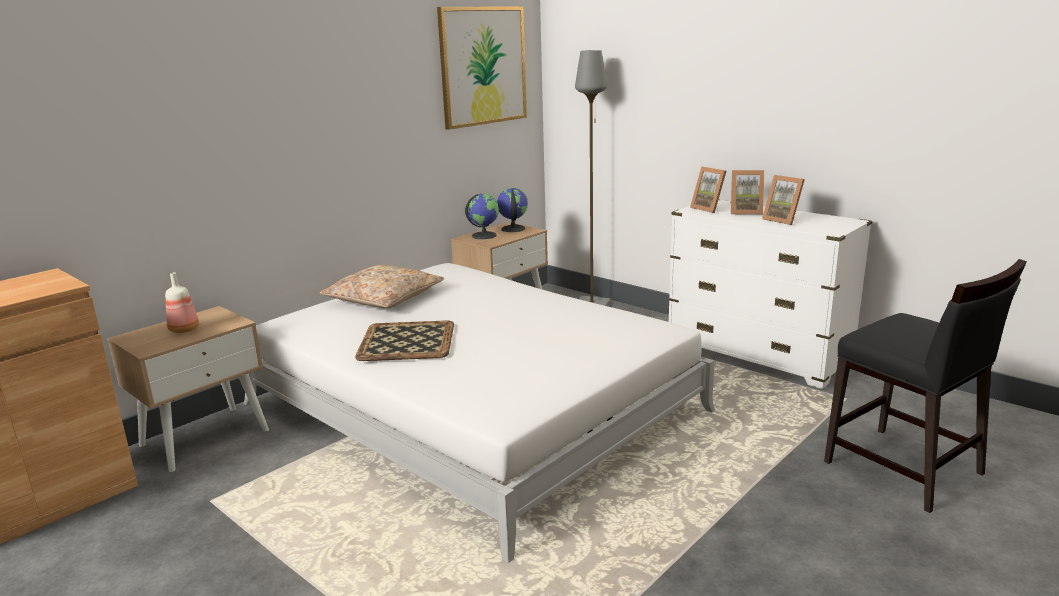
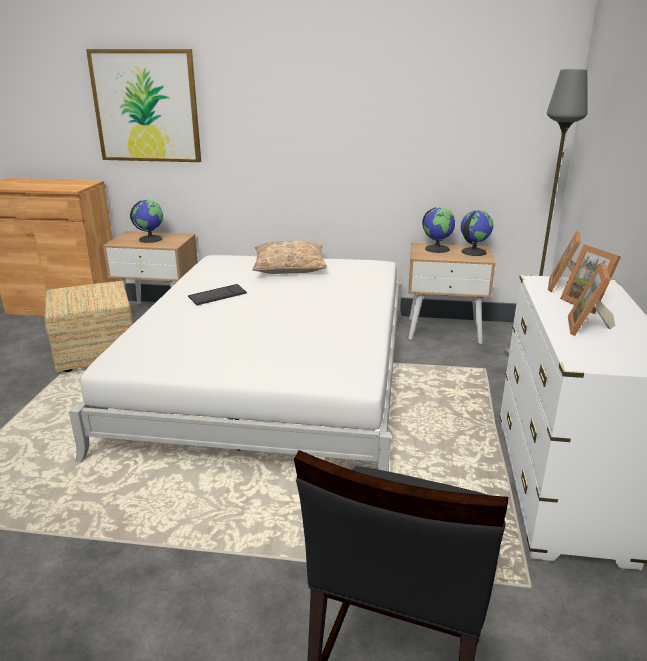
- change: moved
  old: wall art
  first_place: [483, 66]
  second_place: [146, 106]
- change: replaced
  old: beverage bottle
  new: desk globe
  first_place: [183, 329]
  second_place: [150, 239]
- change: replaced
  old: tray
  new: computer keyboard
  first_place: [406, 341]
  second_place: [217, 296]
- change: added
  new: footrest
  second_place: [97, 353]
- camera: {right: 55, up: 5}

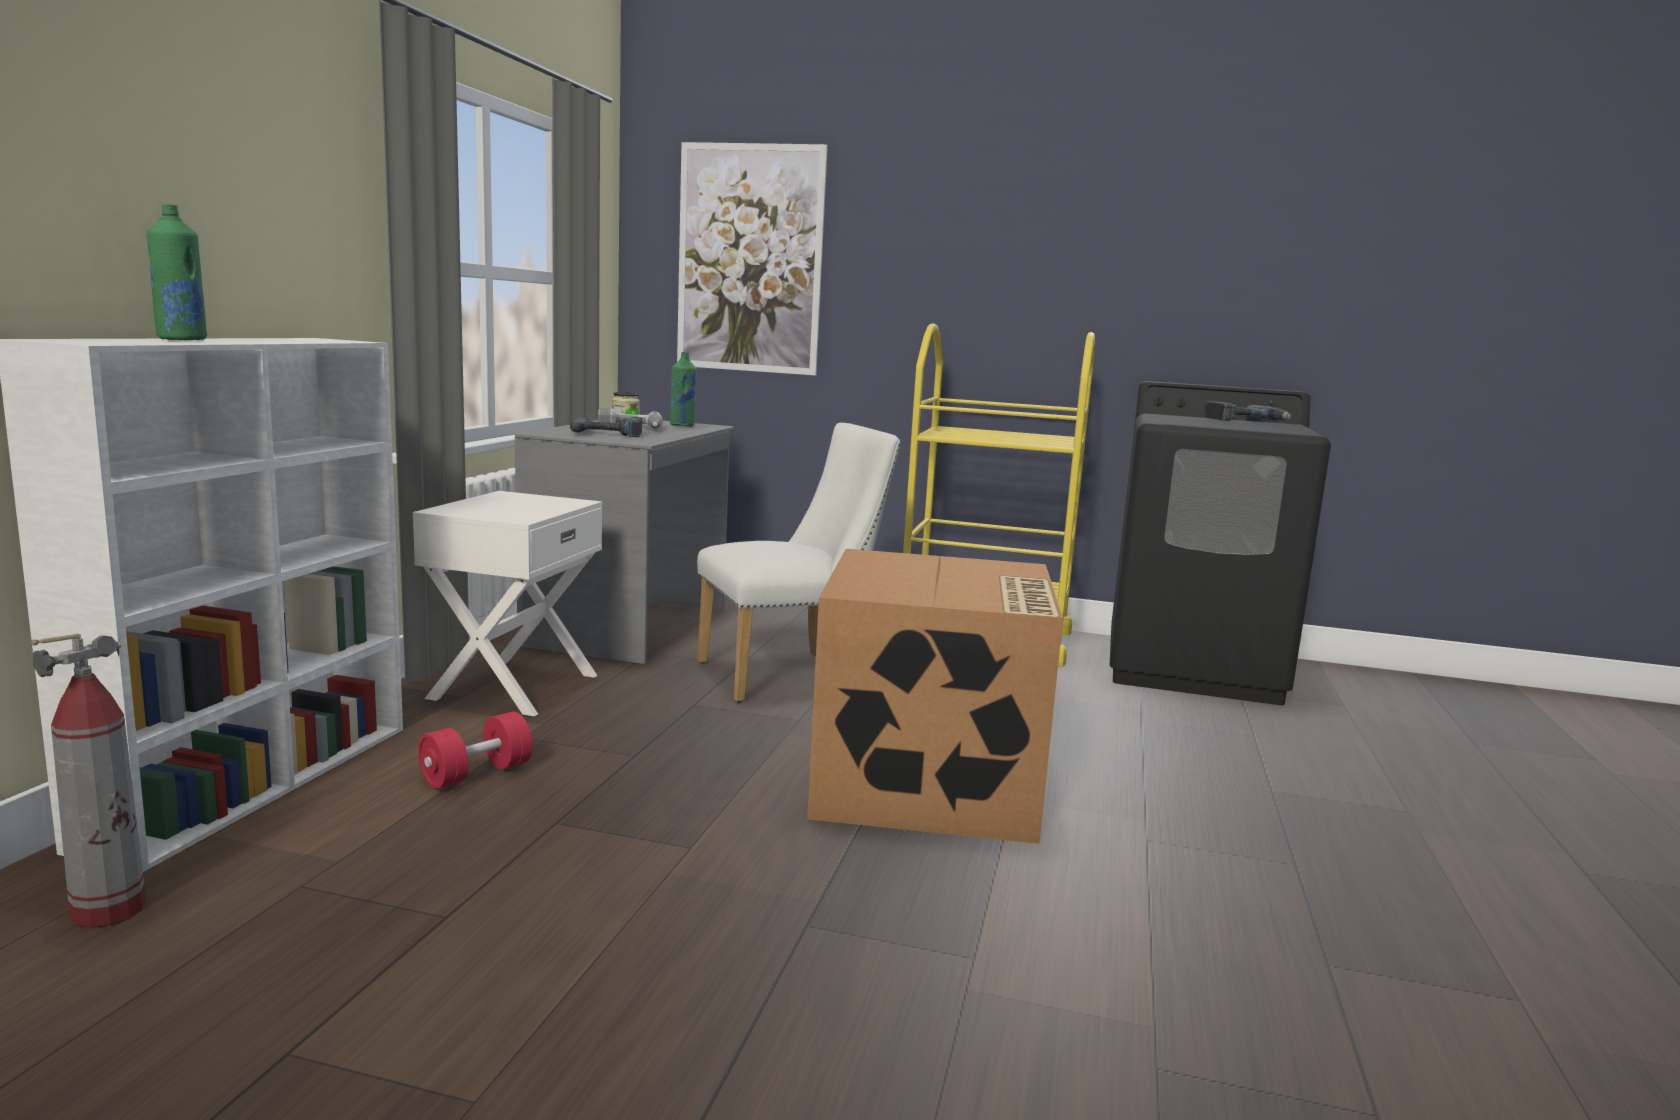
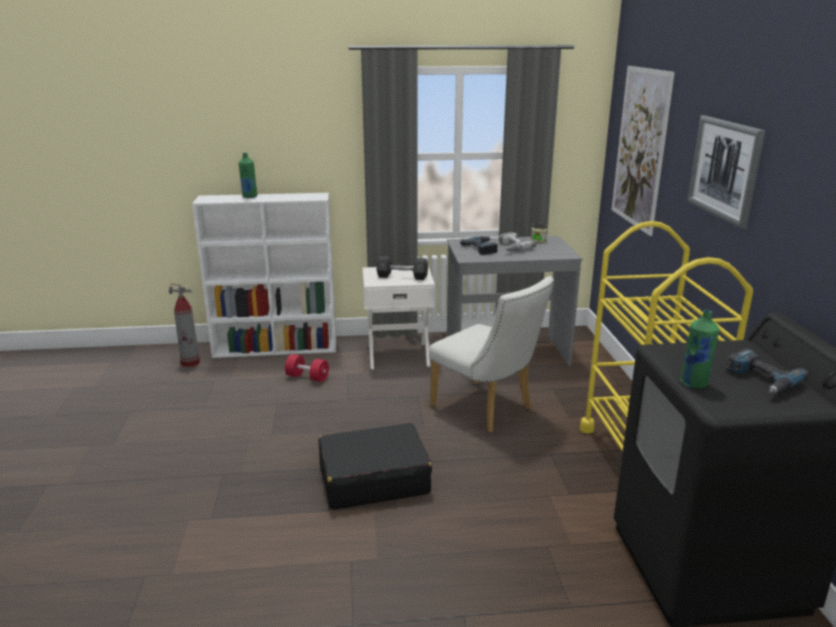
- change: moved
  old: beverage bottle/greenish
  first_place: [682, 426]
  second_place: [694, 383]
- change: replaced
  old: cardboard box
  new: suitcase/black
  first_place: [929, 784]
  second_place: [373, 479]
- change: added
  new: wall art
  second_place: [724, 169]
- change: added
  new: dumbbell/greyish
  second_place: [402, 276]
- camera: {right: 70, up: 10}

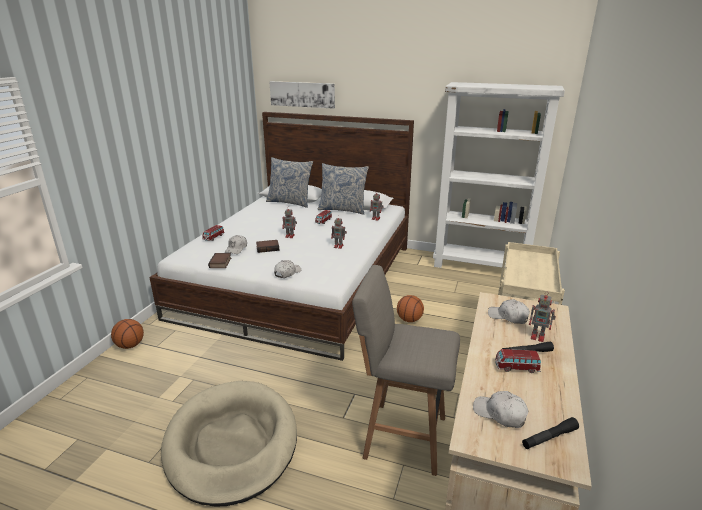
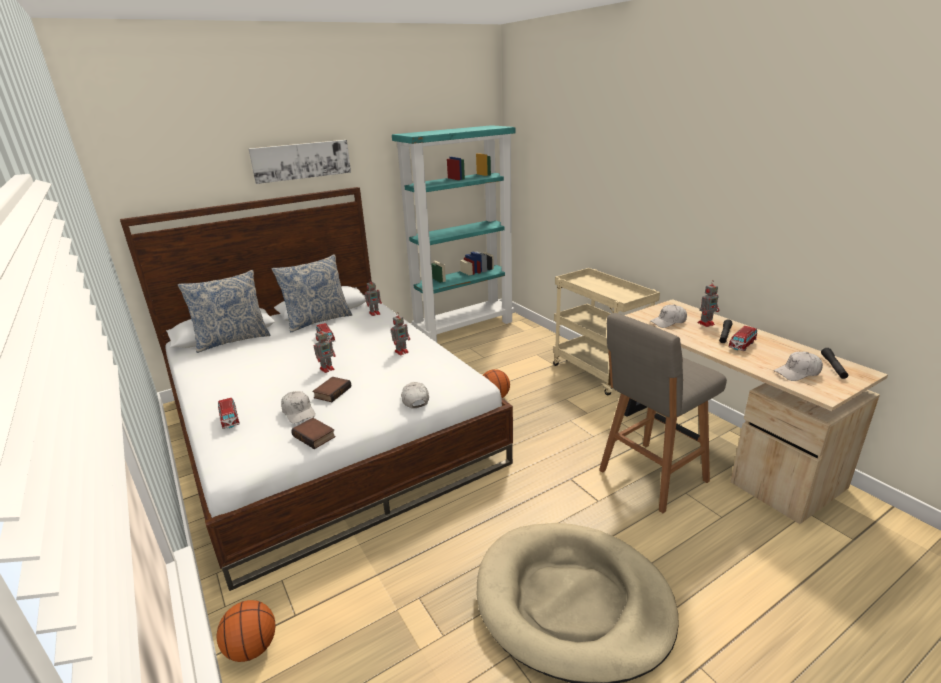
- change: moved
  old: wall art
  first_place: [302, 94]
  second_place: [301, 160]
- change: recoloured
  old: shelving unit/white-coloured
  new: shelving unit/turquoise-coloured
  first_place: [481, 266]
  second_place: [464, 328]
- camera: {right: -50, up: 0}

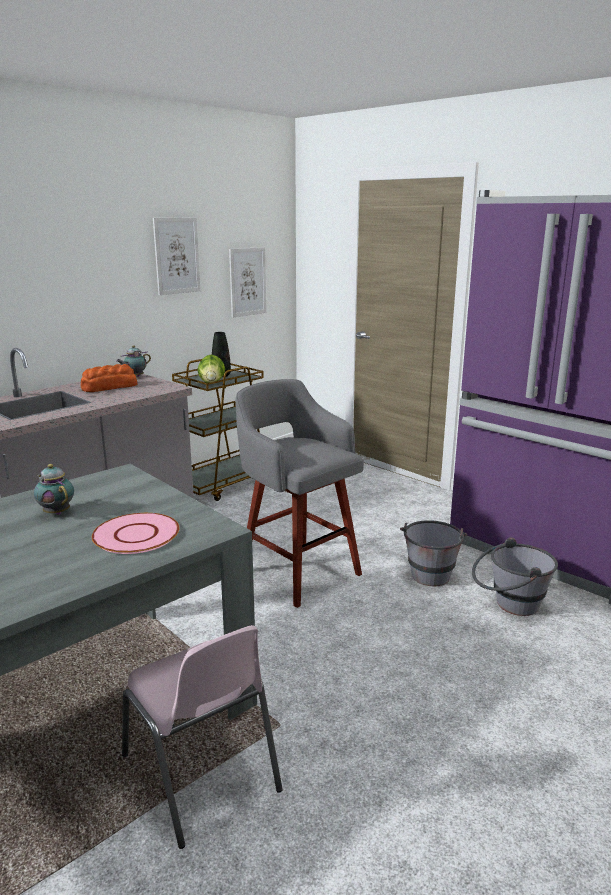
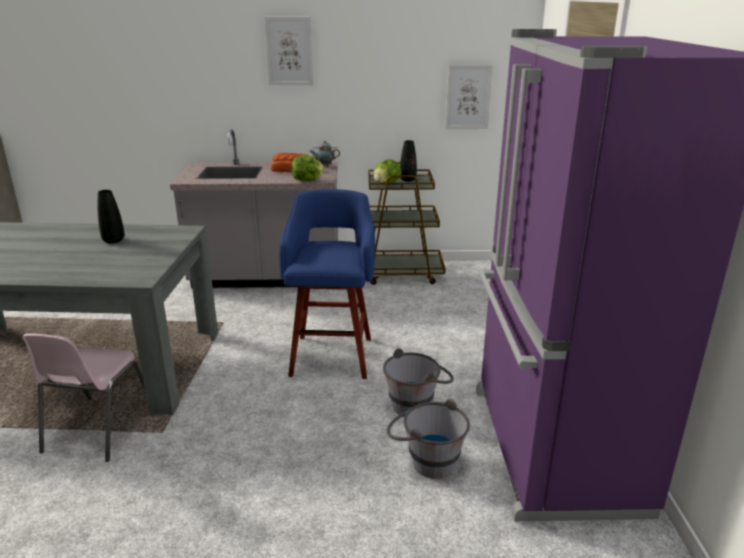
- change: moved
  old: wall art
  first_place: [176, 256]
  second_place: [289, 51]
- change: recoloured
  old: sitting stool/greyish
  new: sitting stool/bluish
  first_place: [297, 571]
  second_place: [332, 354]
- change: replaced
  old: teapot
  new: flower vase/black
  first_place: [56, 512]
  second_place: [113, 240]
- change: removed
  old: plate/pink-coloured
  first_place: [136, 535]
- change: added
  new: lettuce
  second_place: [307, 180]
- camera: {right: 45, up: 5}

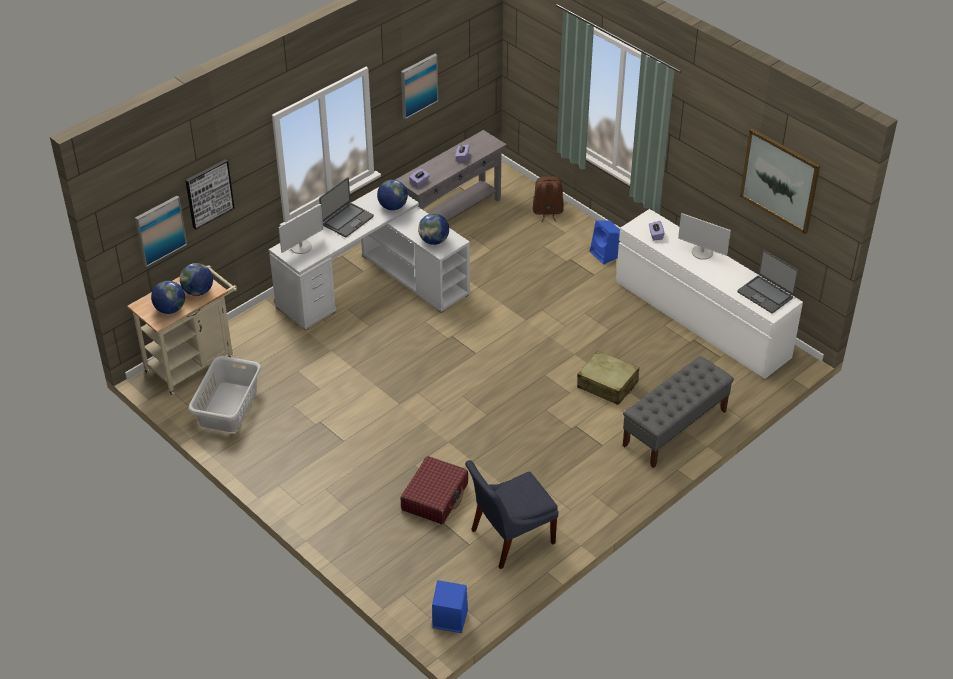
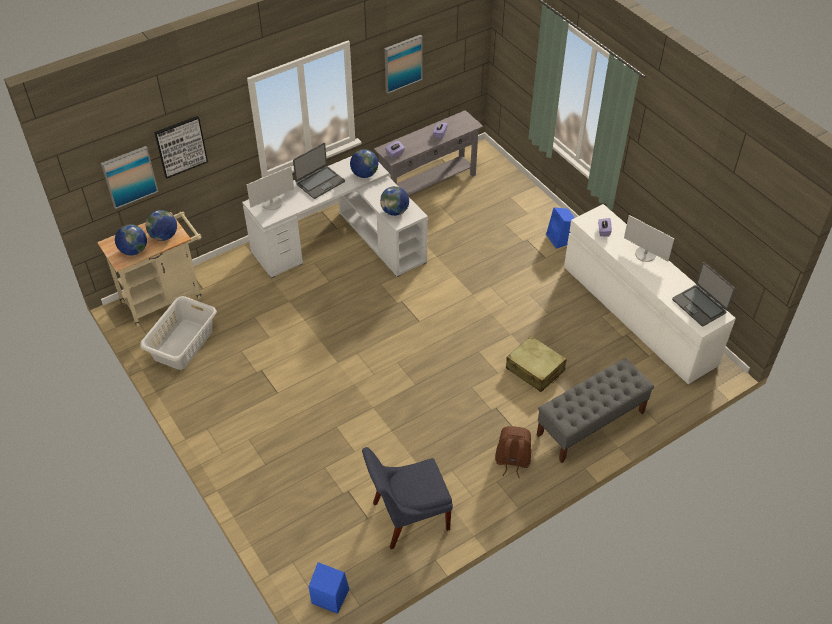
- change: removed
  old: wall art
  first_place: [780, 180]
- change: moved
  old: backpack/brown
  first_place: [547, 212]
  second_place: [512, 461]
- change: removed
  old: suitcase/red-coloured
  first_place: [435, 497]
- camera: {right: 10, up: 5}

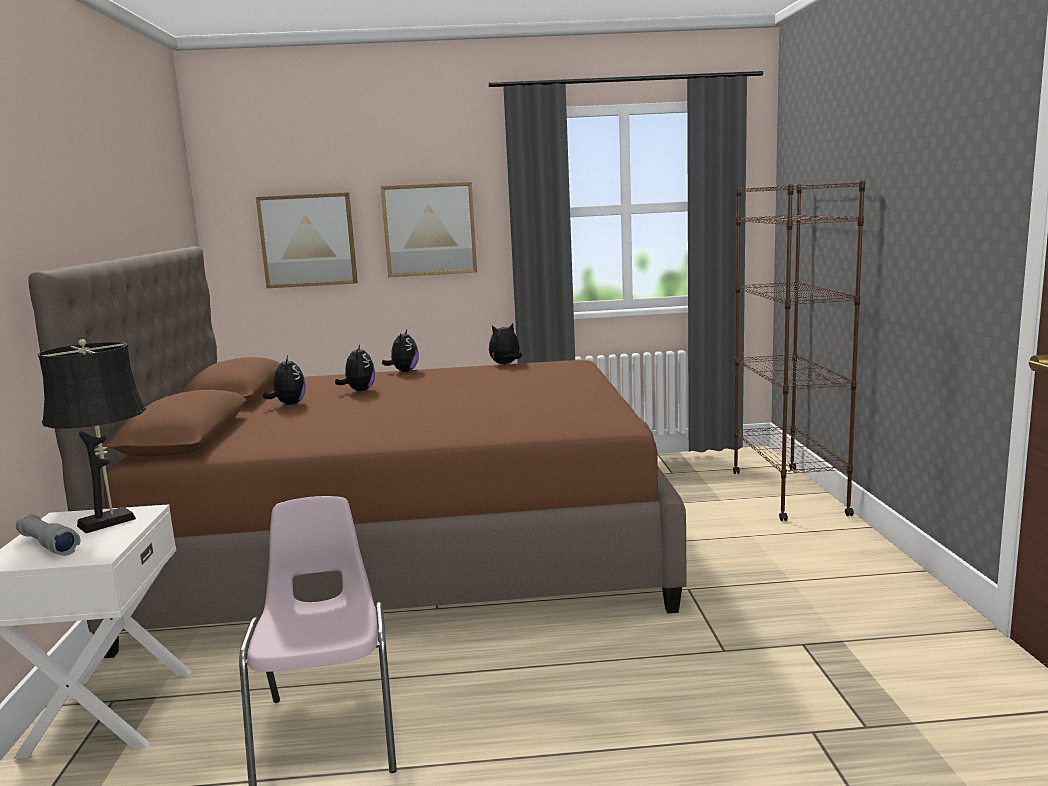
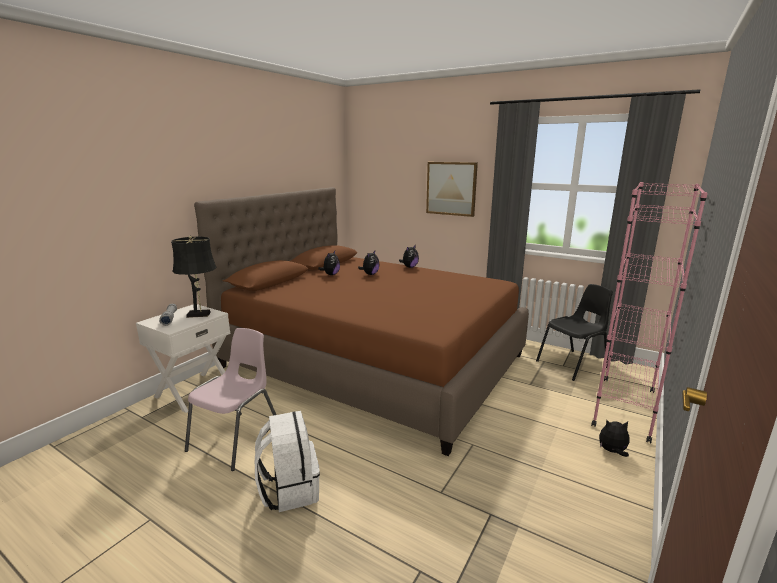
- change: recoloured
  old: shelving unit/brown
  new: shelving unit/pink-coloured
  first_place: [788, 492]
  second_place: [625, 407]
- change: removed
  old: wall art
  first_place: [308, 240]
- change: moved
  old: cuddly toy
  first_place: [506, 364]
  second_place: [612, 451]
- change: added
  new: chair/black
  second_place: [573, 364]
- change: added
  new: backpack/white-coloured
  second_place: [289, 489]
- camera: {right: 35, up: 5}

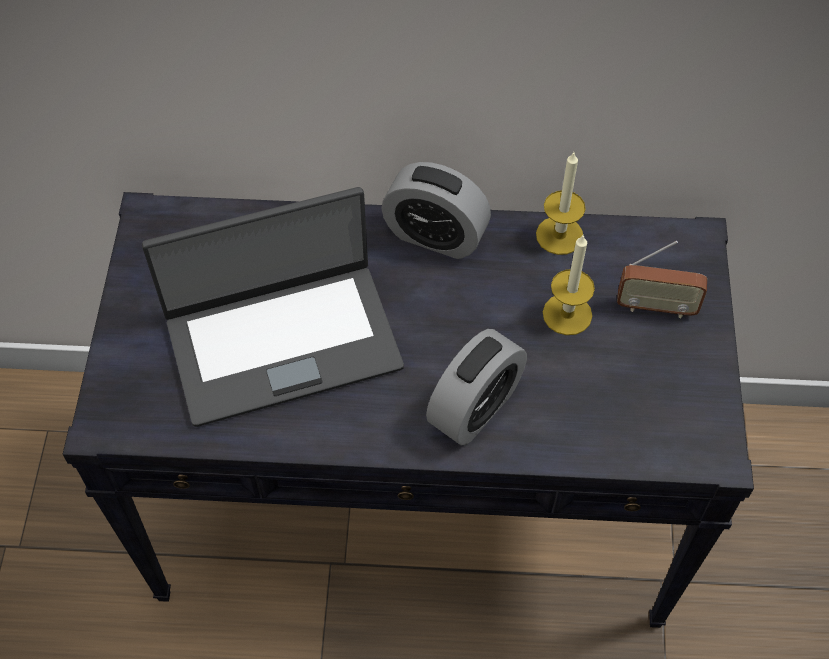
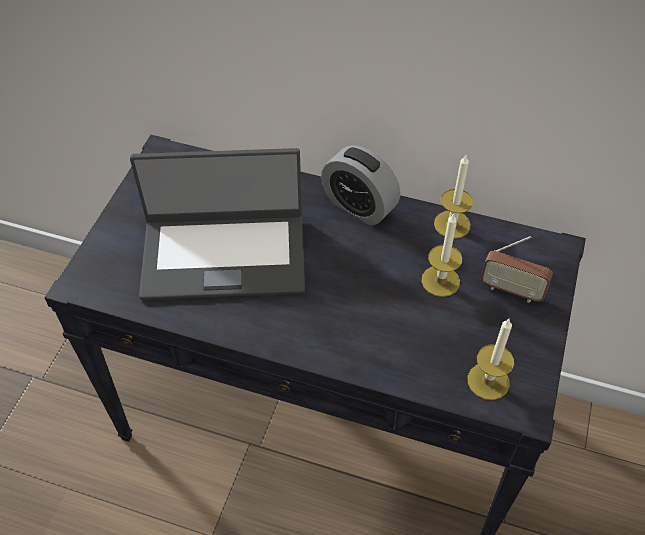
- change: removed
  old: table clock
  first_place: [475, 408]
- change: added
  new: candle
  second_place: [488, 381]
- camera: {right: 15, up: -5}

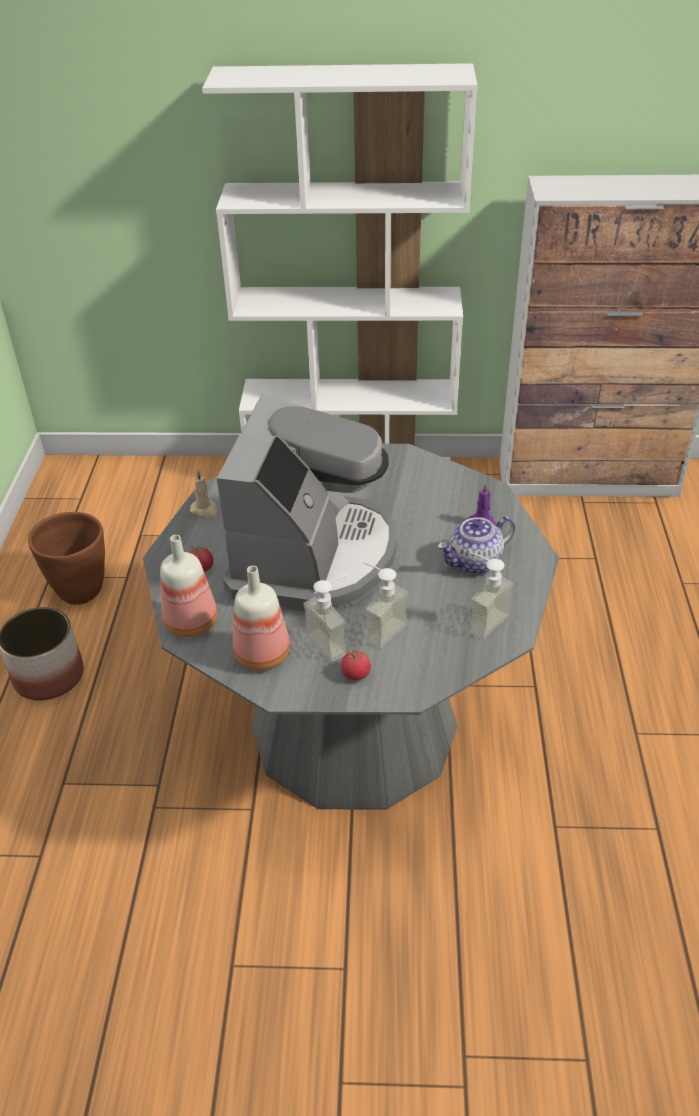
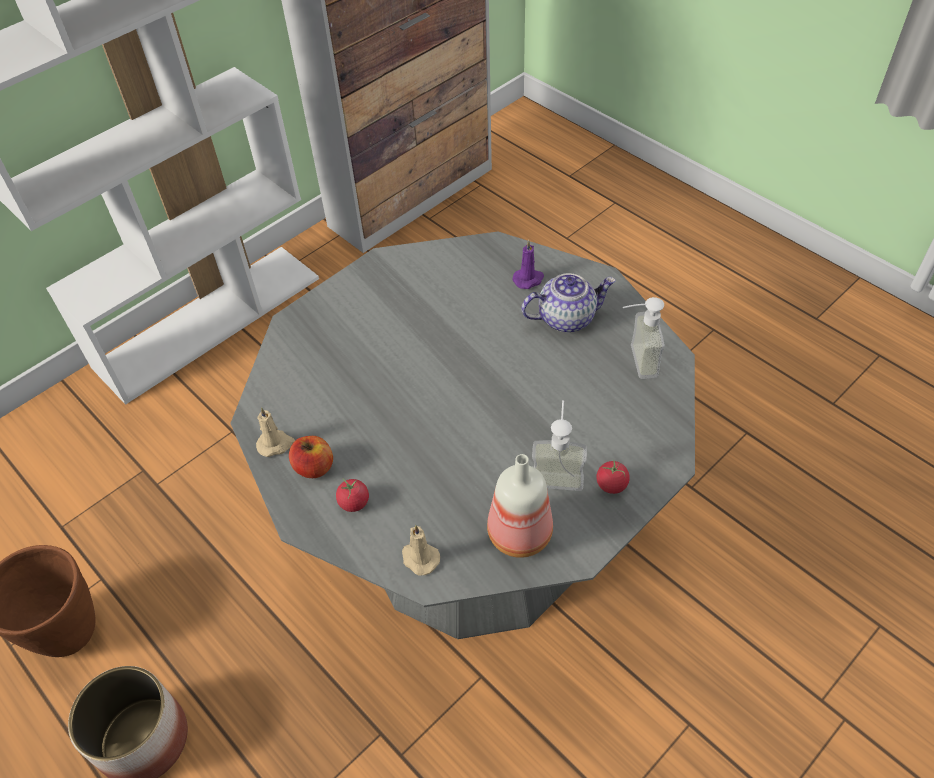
- change: removed
  old: coffee maker
  first_place: [313, 557]
- change: turned
  old: teapot
  first_place: [475, 562]
  second_place: [567, 317]
  degrees: -120
- change: replaced
  old: beverage bottle
  new: candle/beige
  first_place: [192, 622]
  second_place: [419, 558]
- change: removed
  old: liquid soap bottle
  first_place: [379, 629]
- change: added
  new: apple
  second_place: [314, 467]
- camera: {right: -45, up: 10}

